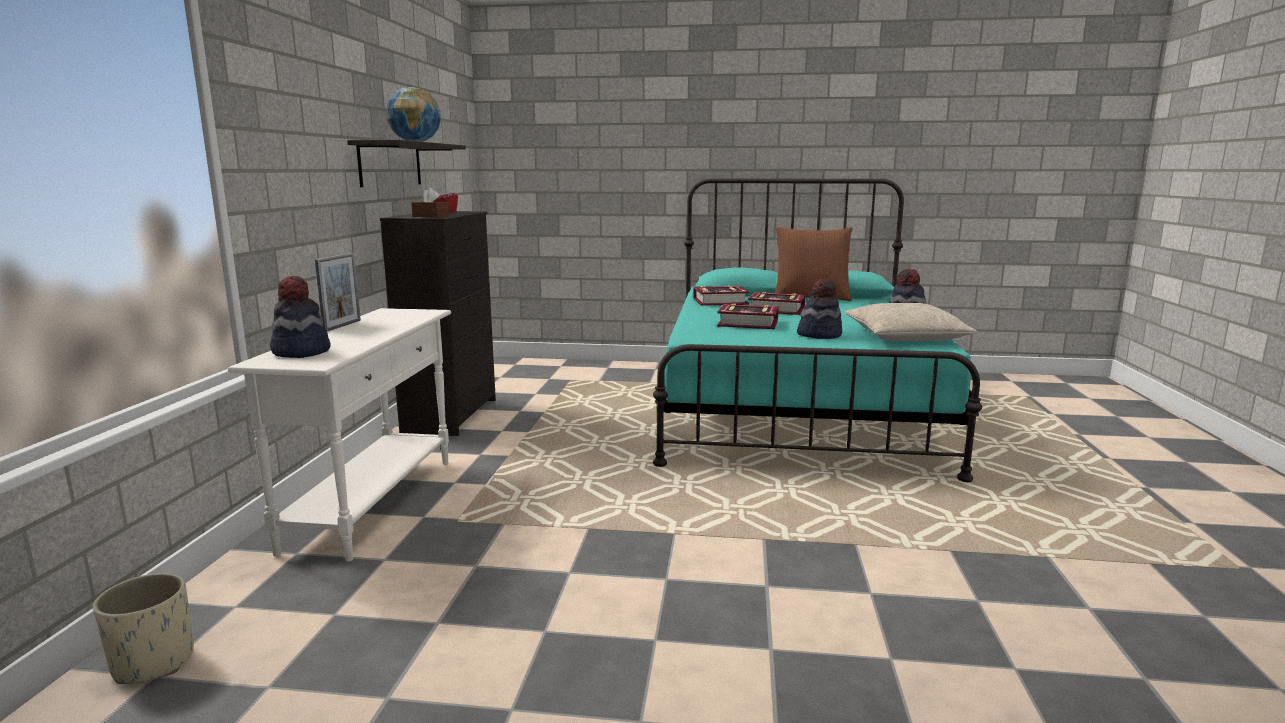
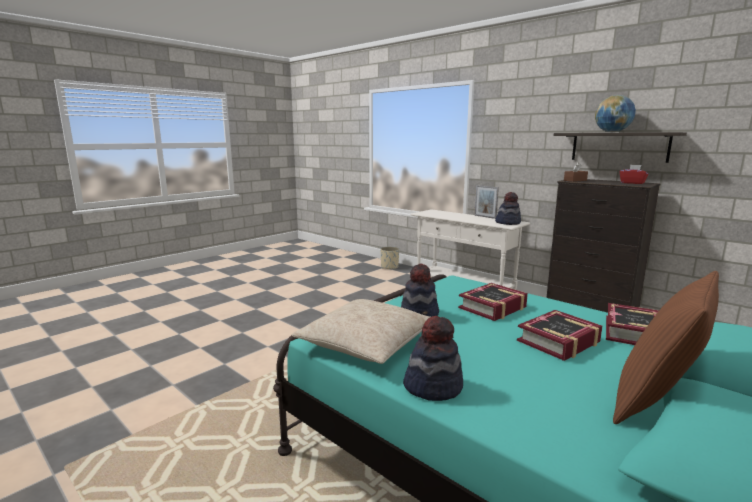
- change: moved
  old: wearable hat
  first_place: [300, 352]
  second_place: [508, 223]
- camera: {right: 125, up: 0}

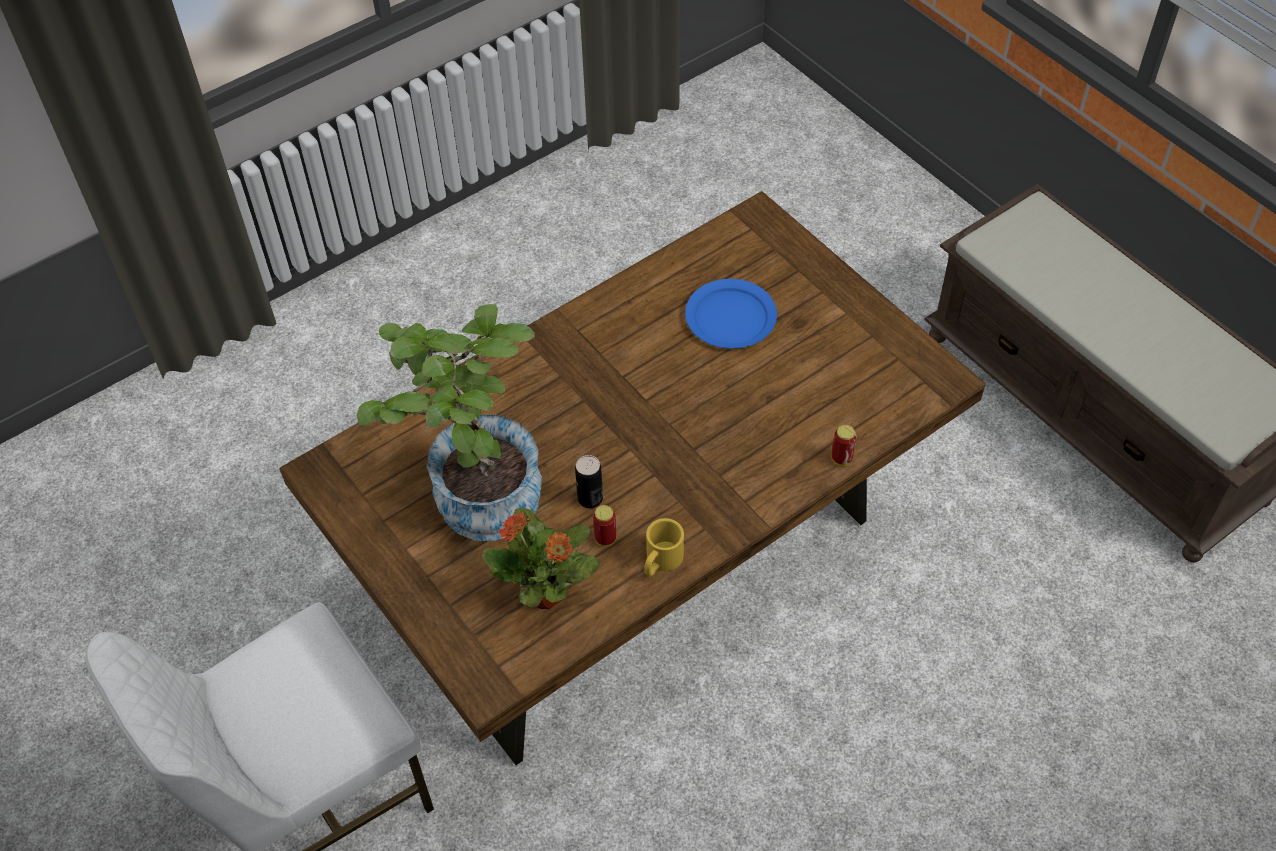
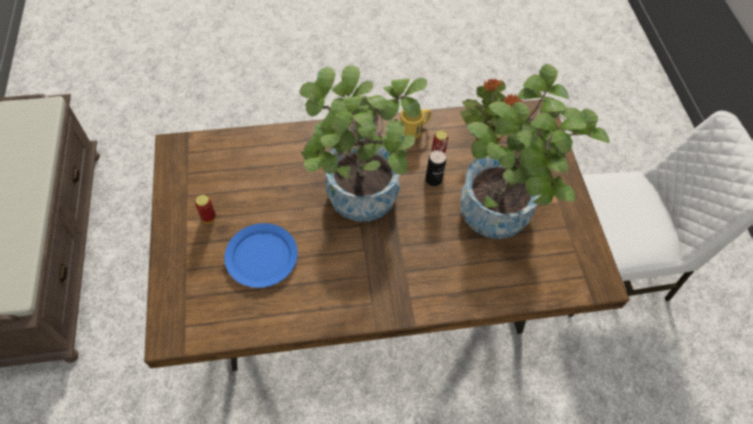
- change: moved
  old: sealed can
  first_place: [841, 459]
  second_place: [208, 217]
- change: added
  new: potted plant
  second_place: [358, 201]
- camera: {right: -155, up: 5}

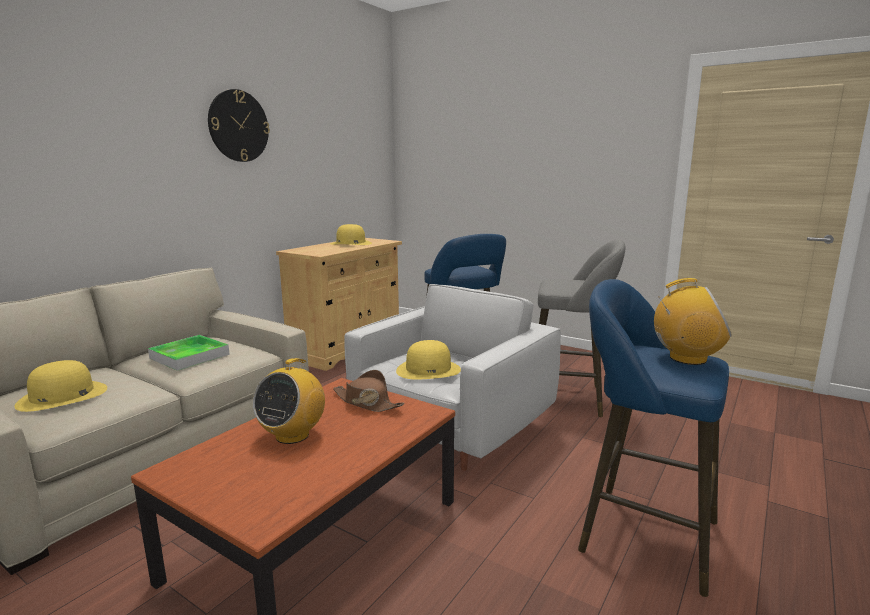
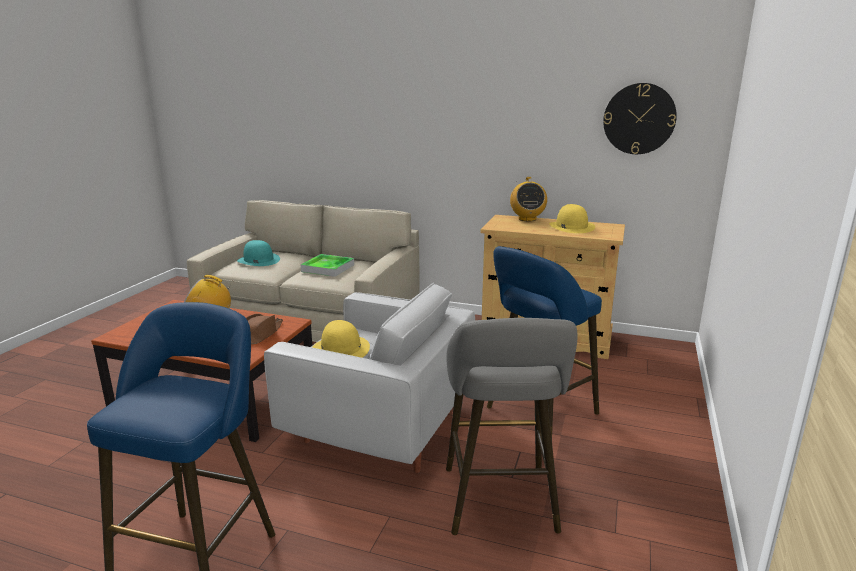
- change: moved
  old: wall clock
  first_place: [238, 126]
  second_place: [639, 119]
- change: moved
  old: radio
  first_place: [687, 358]
  second_place: [527, 219]
- change: recoloured
  old: wearable hat/yellow
  new: wearable hat/turquoise-coloured
  first_place: [62, 396]
  second_place: [258, 260]
- camera: {right: 75, up: 5}

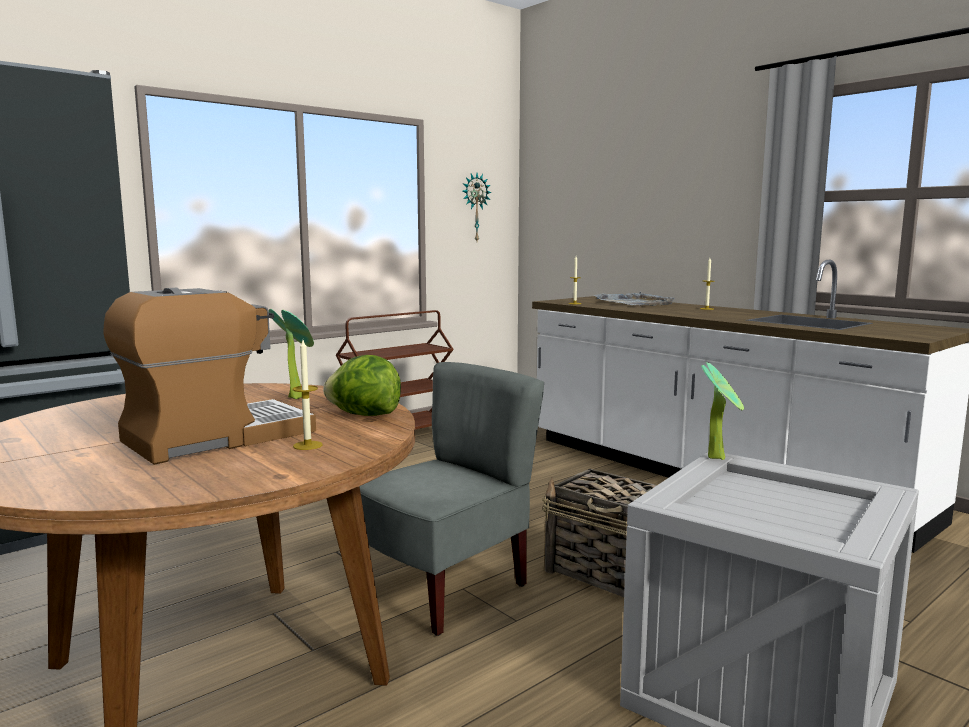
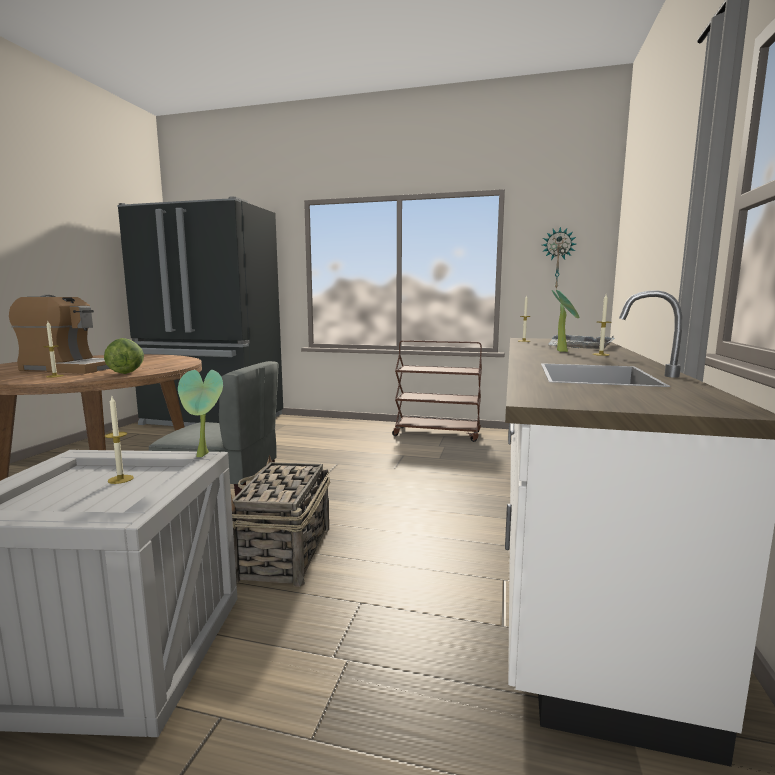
- change: moved
  old: potted plant
  first_place: [296, 397]
  second_place: [563, 351]
- change: added
  new: candle
  second_place: [120, 479]
- camera: {right: 55, up: 0}

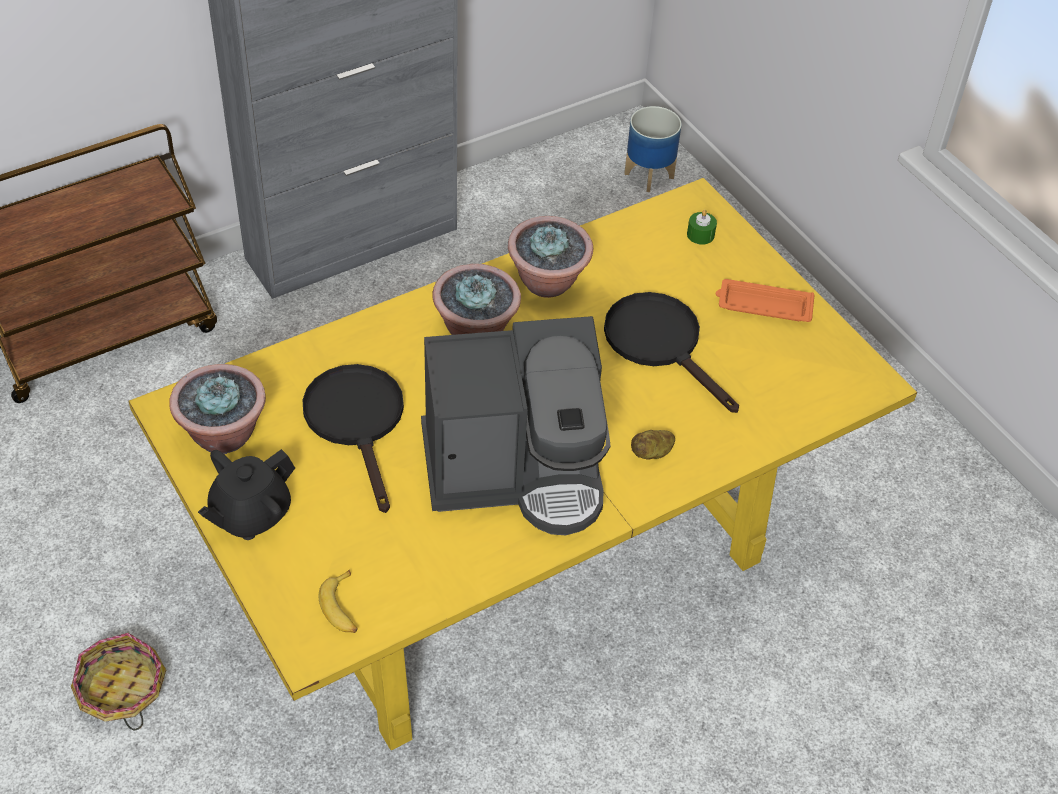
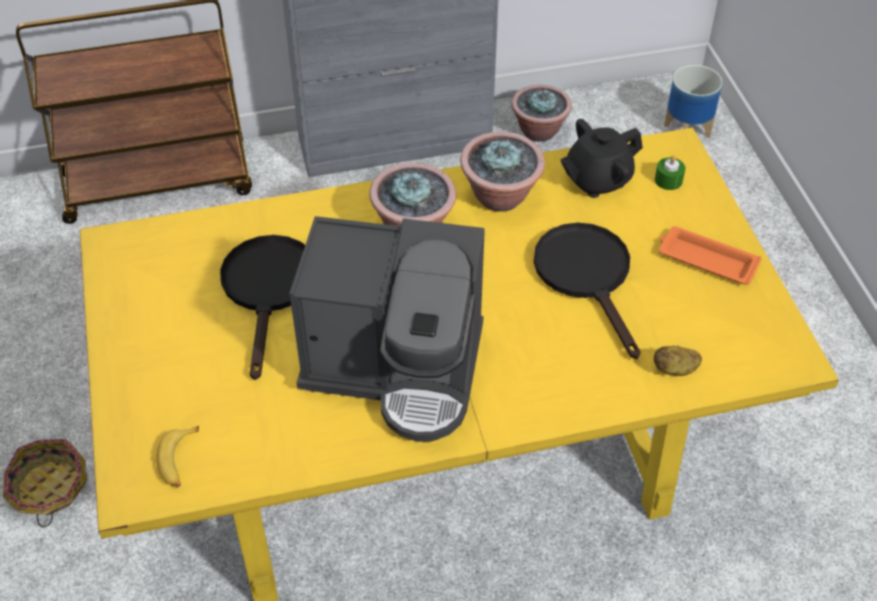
- change: moved
  old: potted plant
  first_place: [223, 434]
  second_place: [539, 131]
- change: moved
  old: whole potato
  first_place: [652, 453]
  second_place: [675, 369]
- change: moved
  old: teapot/black
  first_place: [250, 514]
  second_place: [597, 180]
- camera: {right: 20, up: 0}

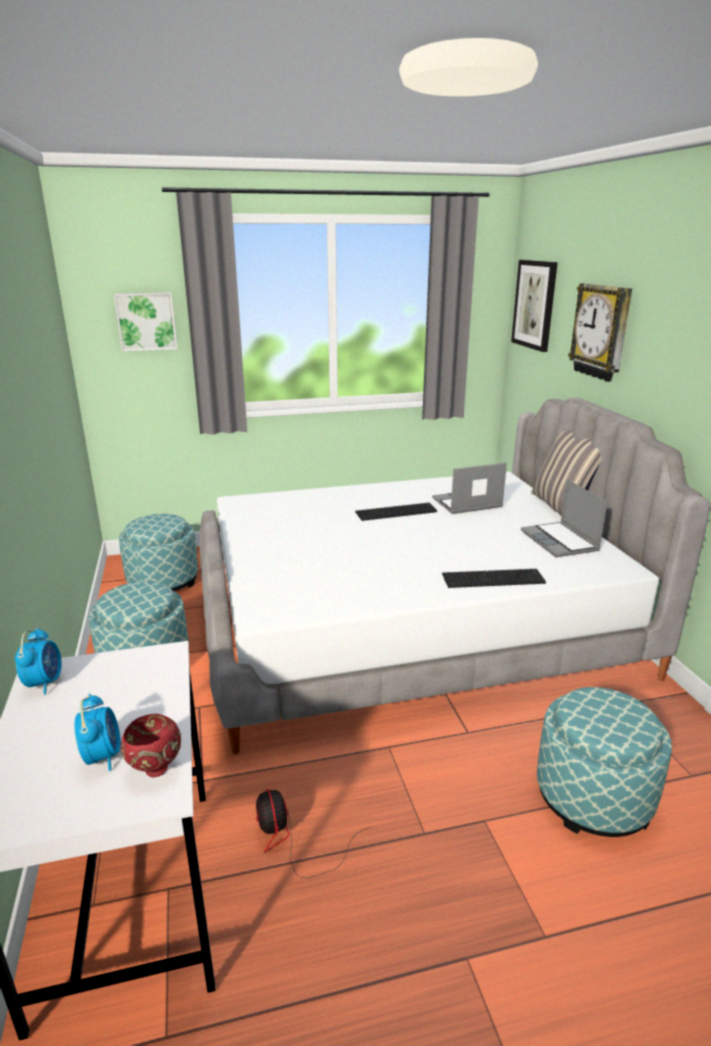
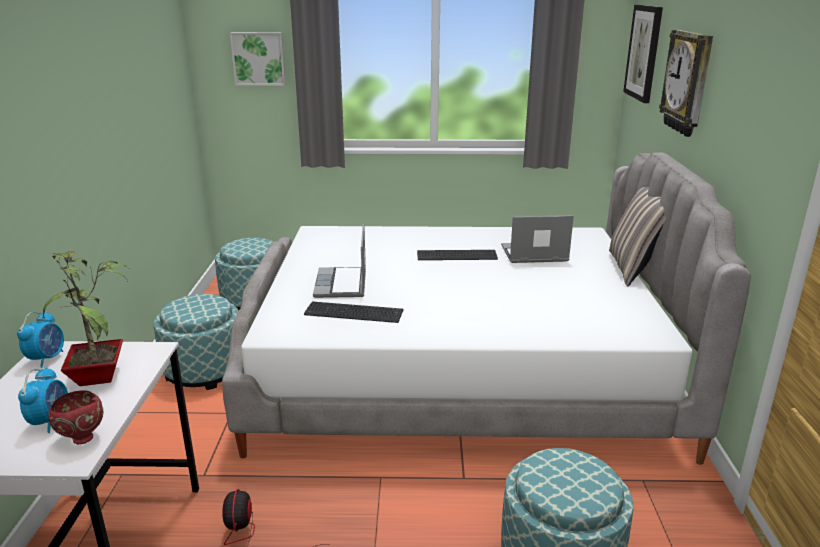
- change: moved
  old: notebook computer
  first_place: [560, 541]
  second_place: [342, 284]
- change: moved
  old: computer keyboard
  first_place: [494, 579]
  second_place: [354, 313]
- change: added
  new: potted plant
  second_place: [101, 376]
- camera: {right: 15, up: 0}

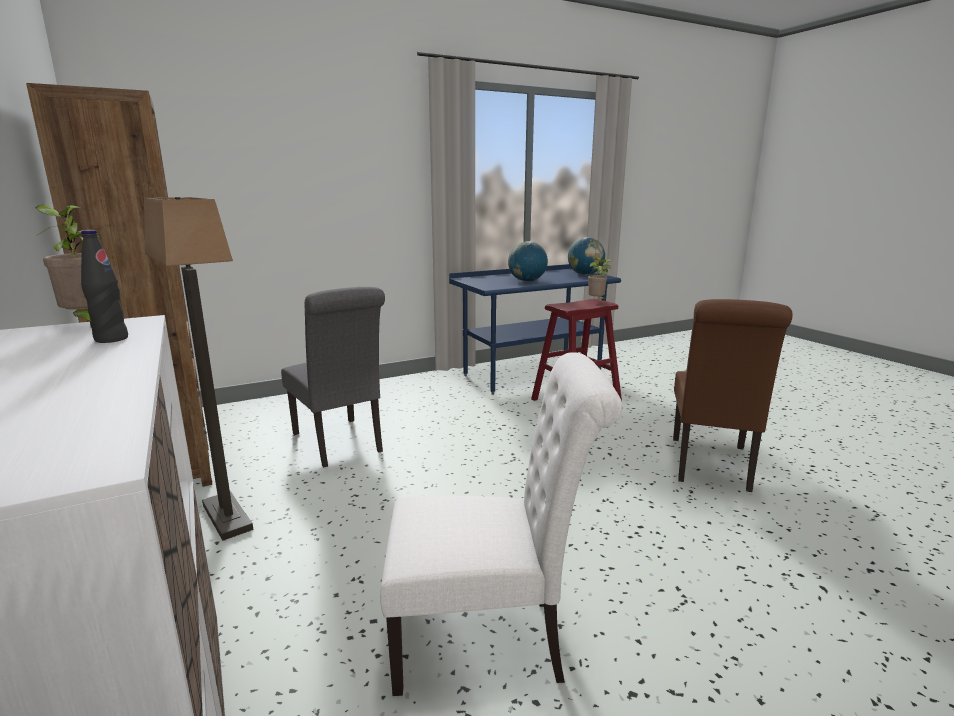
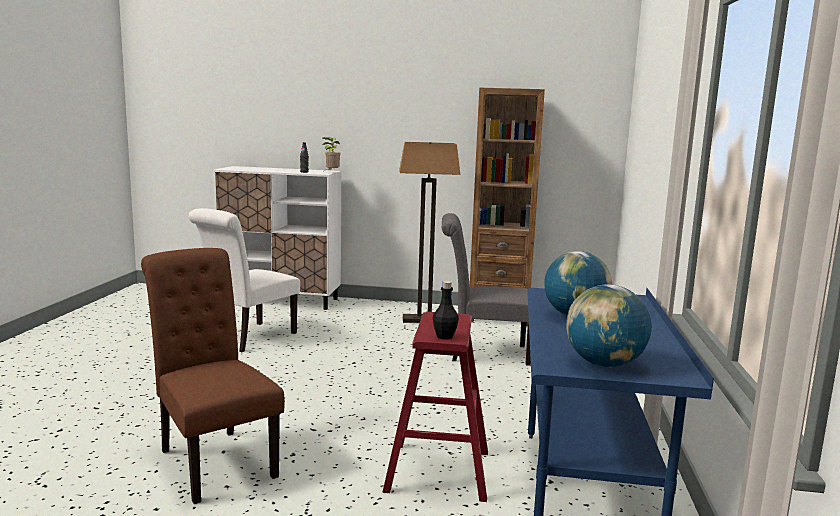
- change: replaced
  old: potted plant
  new: beverage bottle/black
  first_place: [597, 301]
  second_place: [444, 337]
- camera: {right: 125, up: -5}

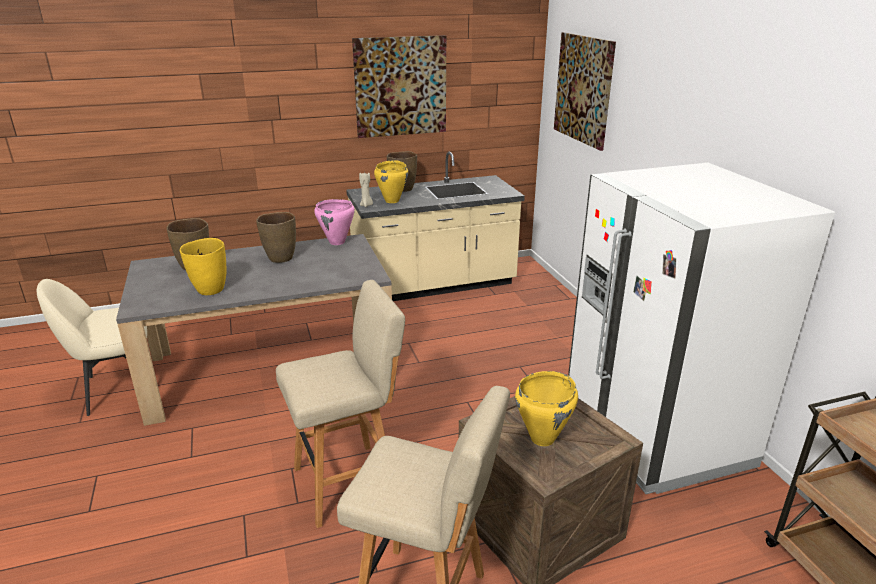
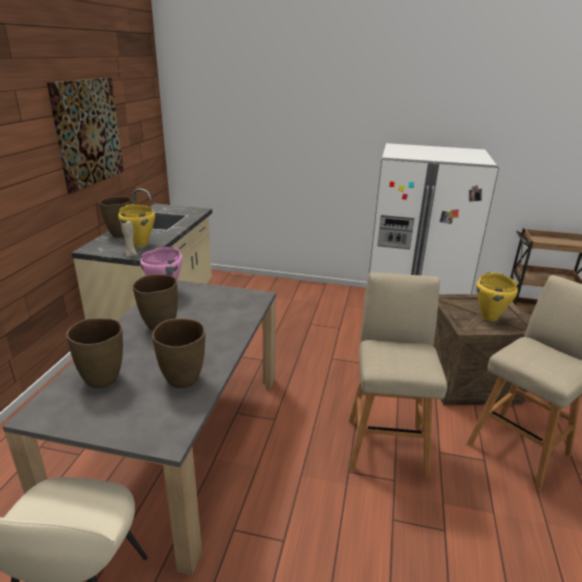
- change: removed
  old: wall art
  first_place: [583, 89]
- change: recoloured
  old: flower vase/yellow
  new: flower vase/brown
  first_place: [210, 290]
  second_place: [183, 380]
- camera: {right: -60, up: 0}

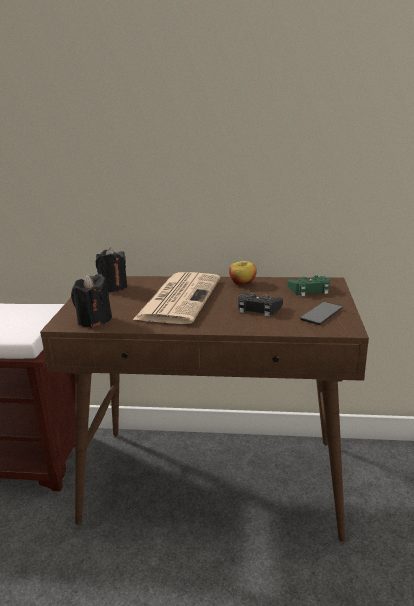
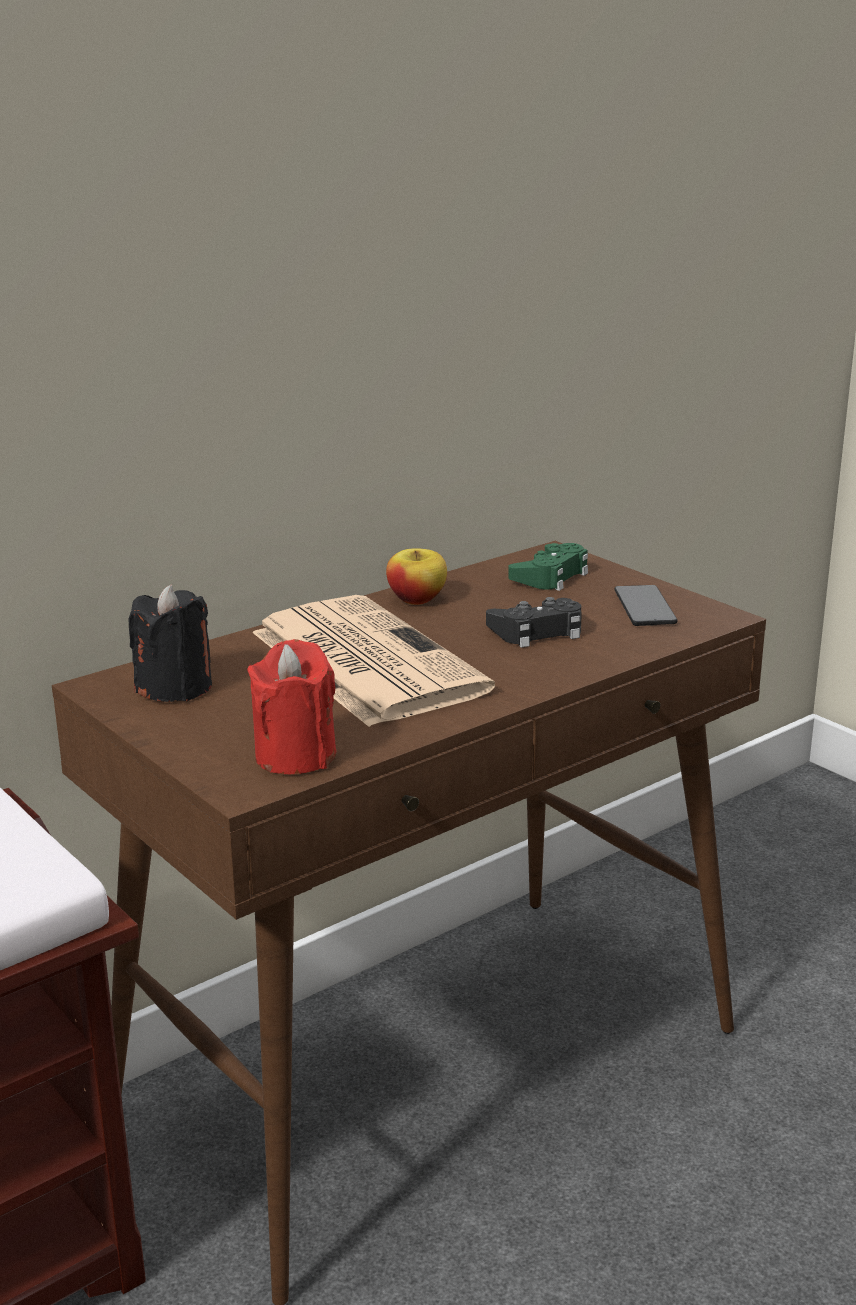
- change: recoloured
  old: candle/black
  new: candle/red-coloured
  first_place: [94, 320]
  second_place: [295, 756]
- camera: {right: -45, up: 0}

